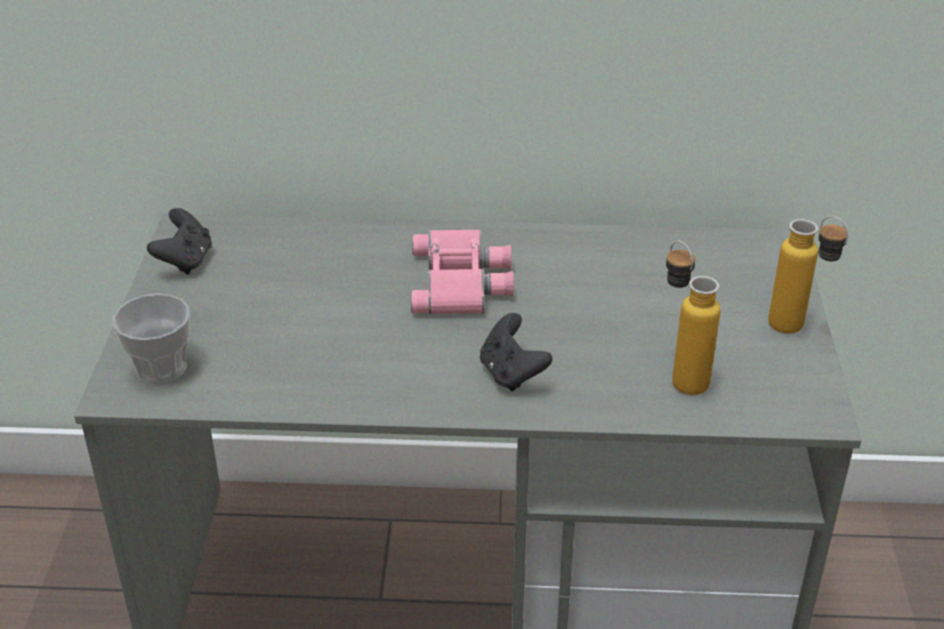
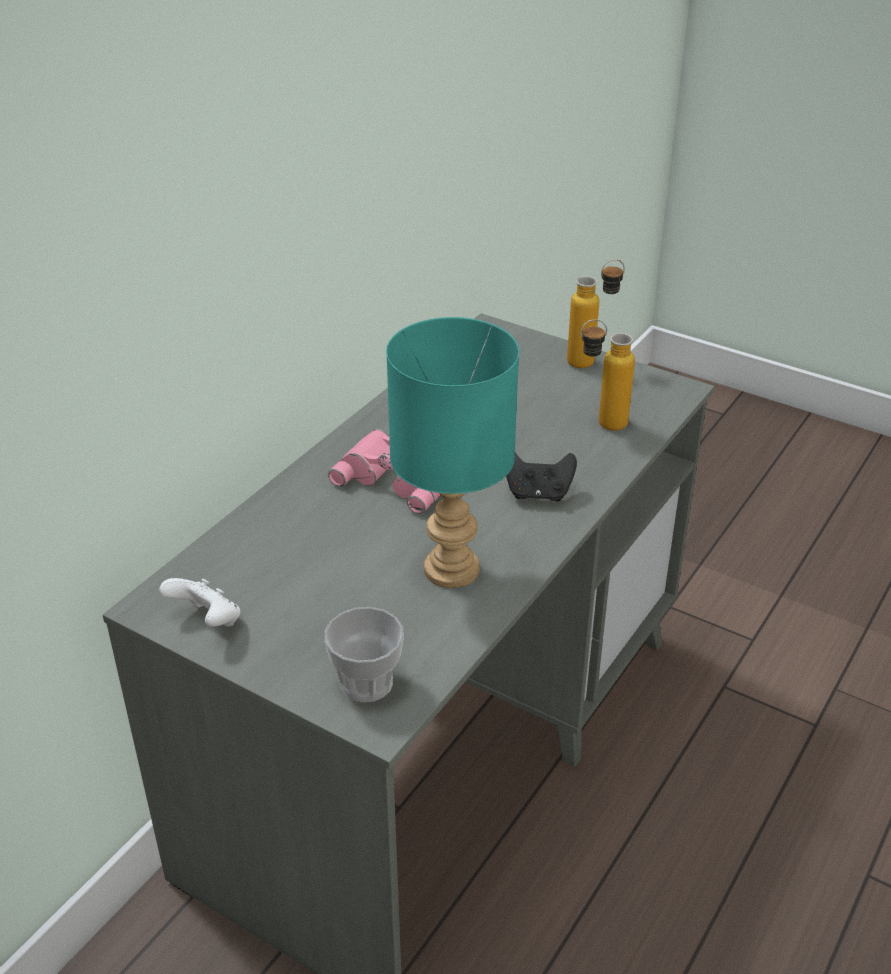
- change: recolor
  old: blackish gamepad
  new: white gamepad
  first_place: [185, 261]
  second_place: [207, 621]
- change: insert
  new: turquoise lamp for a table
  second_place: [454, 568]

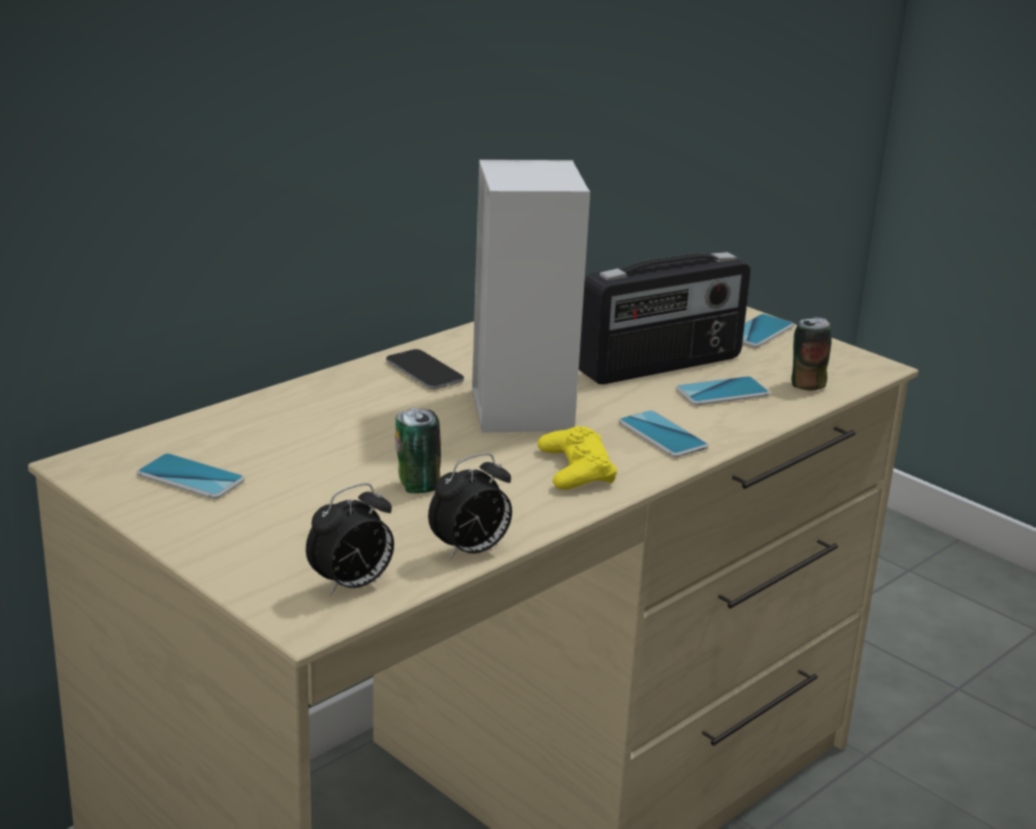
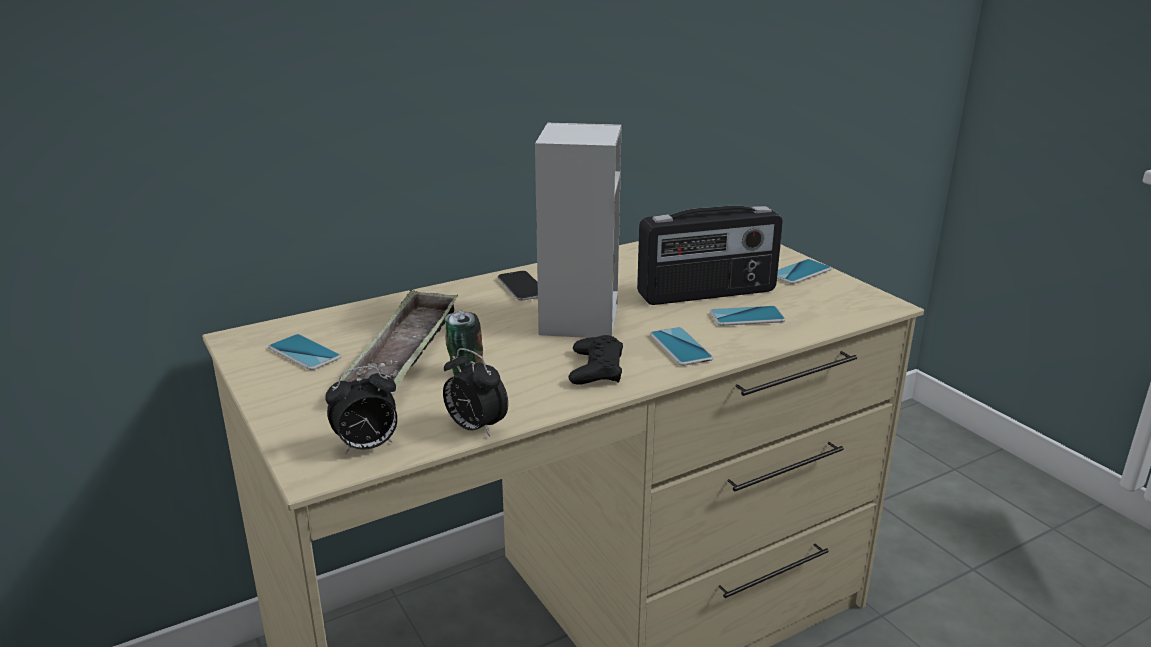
- change: rotate
  old: table clock
  first_place: [470, 551]
  second_place: [475, 428]
  degrees: 60
- change: recolor
  old: yellowish gamepad
  new: blackish gamepad
  first_place: [575, 469]
  second_place: [596, 368]
- change: delete
  old: sealed can
  first_place: [807, 385]
- change: insert
  new: carrying tray
  second_place: [404, 354]

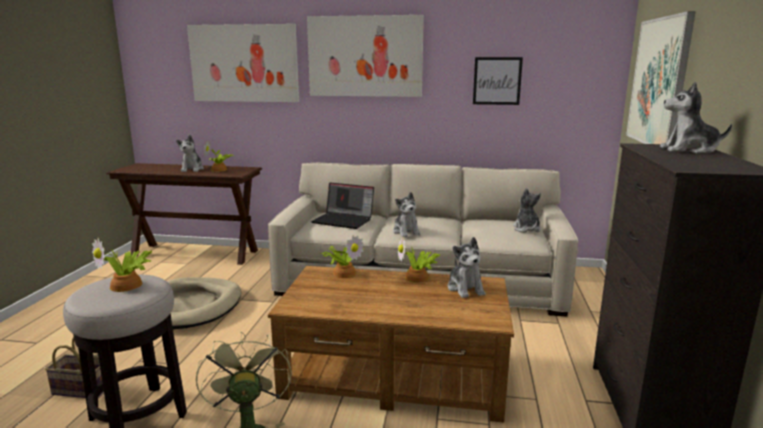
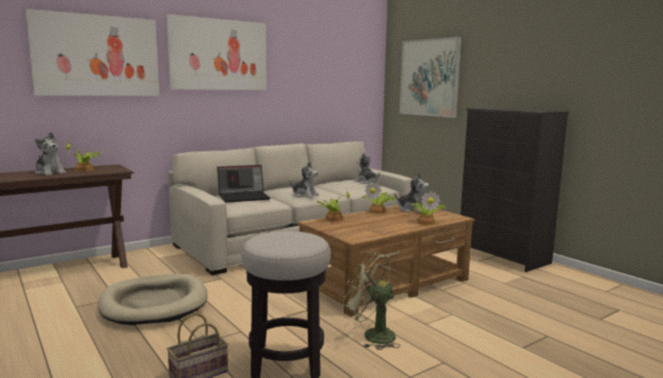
- change: move
  old: houseplant
  first_place: [128, 285]
  second_place: [426, 222]
- change: delete
  old: picture
  first_place: [497, 81]
- change: delete
  old: plush toy
  first_place: [689, 150]

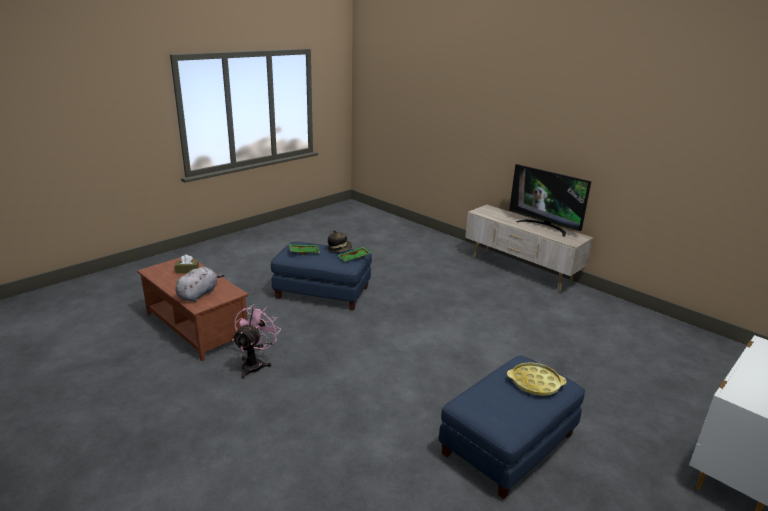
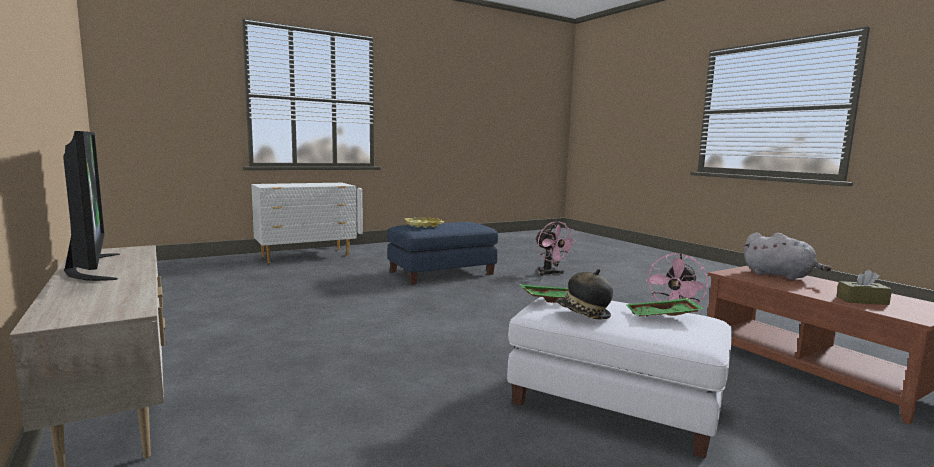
- change: rotate
  old: grey plush toy
  first_place: [199, 294]
  second_place: [780, 276]
  degrees: -90
- change: recolor
  old: blue-coloured ottoman
  new: white ottoman
  first_place: [323, 292]
  second_place: [612, 403]
- change: insert
  new: pink-coloured electric fan
  second_place: [550, 274]

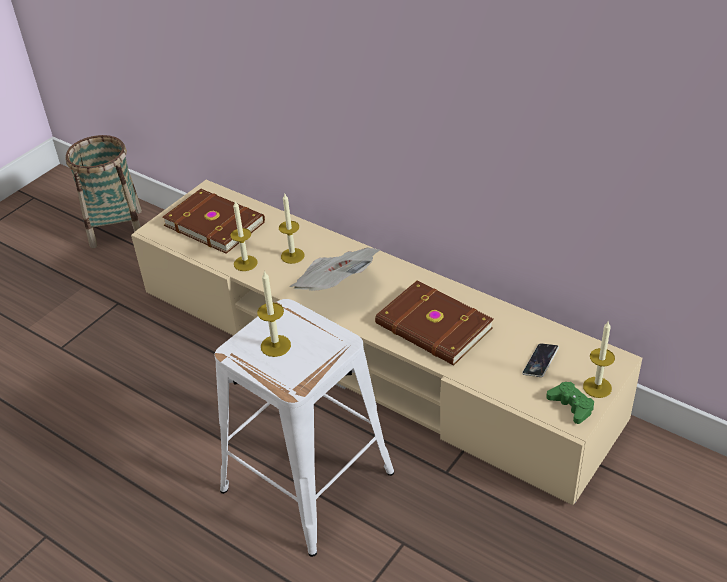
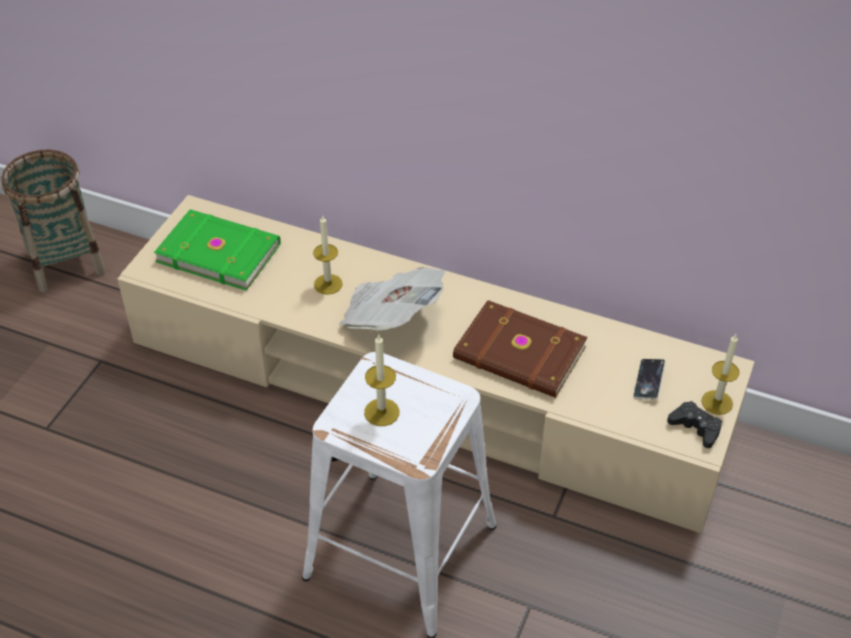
- change: recolor
  old: brownish book
  new: green book
  first_place: [215, 223]
  second_place: [219, 251]
- change: delete
  old: candle
  first_place: [245, 263]
- change: recolor
  old: green gamepad
  new: blackish gamepad
  first_place: [571, 406]
  second_place: [695, 428]

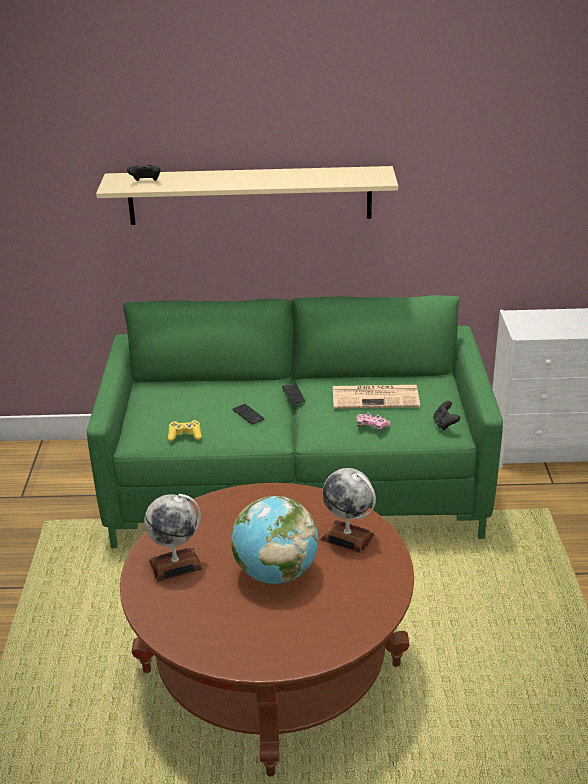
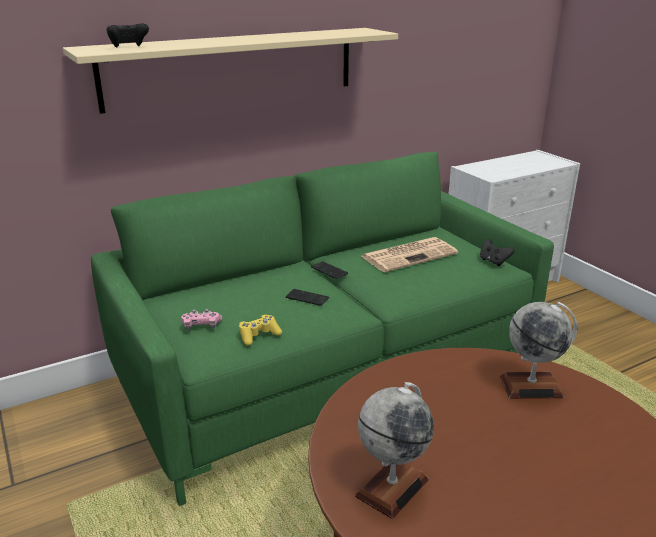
- change: delete
  old: world globe
  first_place: [276, 573]
- change: move
  old: pink-coloured gamepad
  first_place: [372, 427]
  second_place: [201, 326]

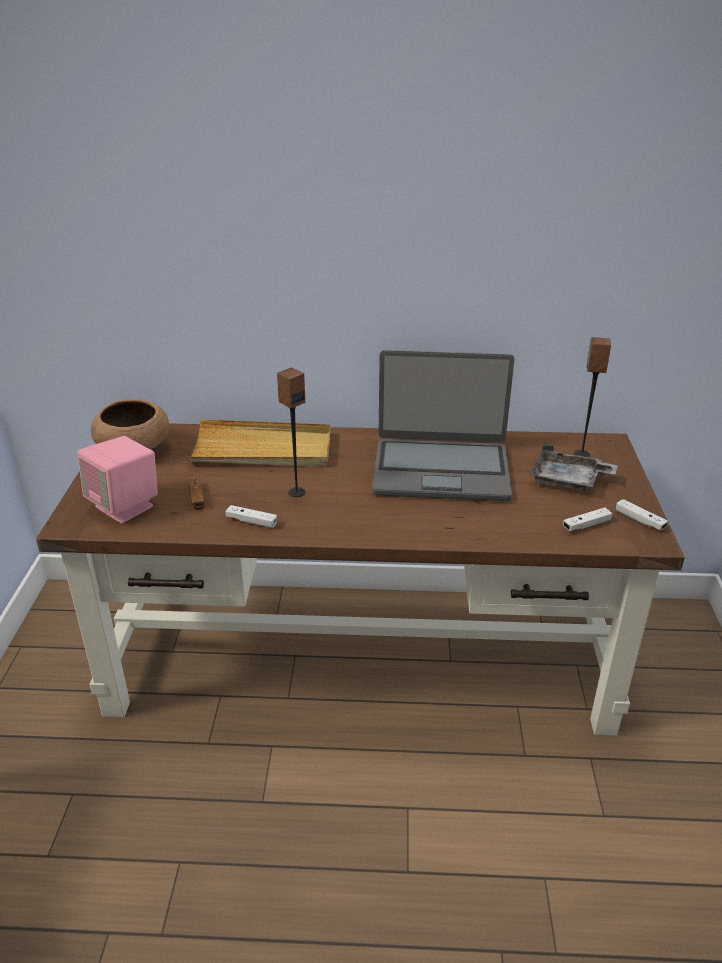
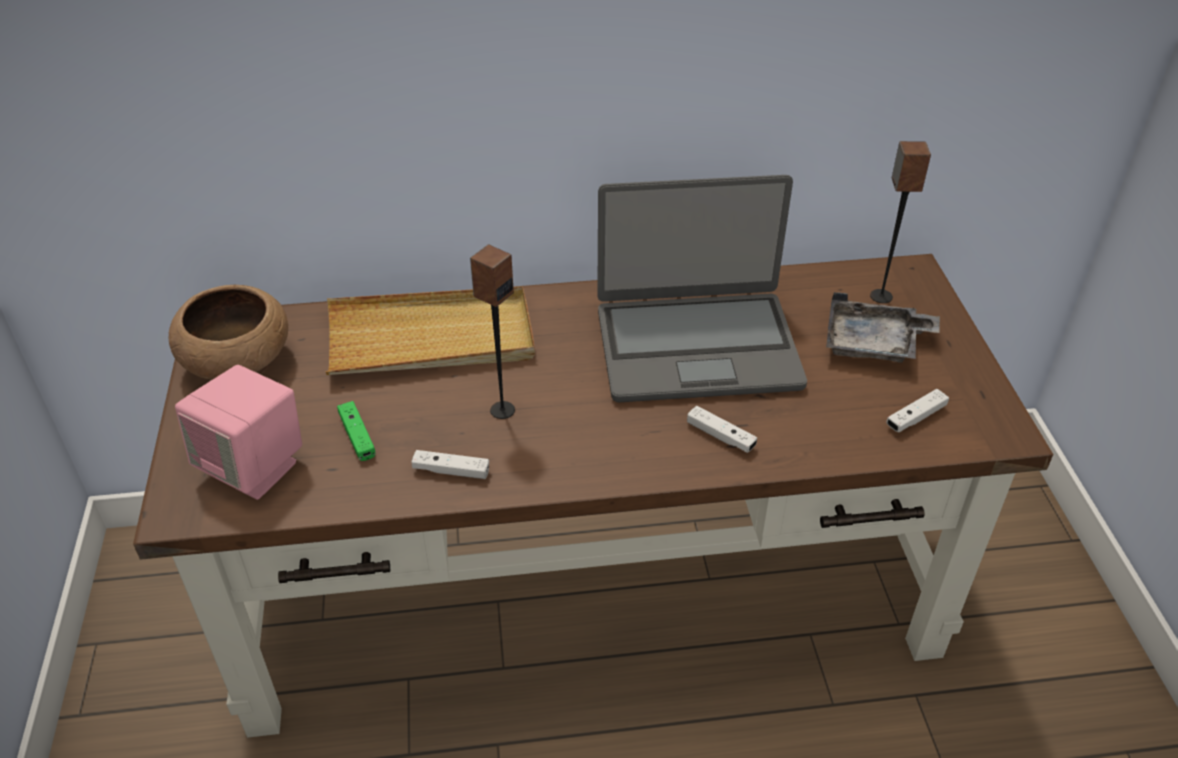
- change: recolor
  old: brownish gamepad
  new: green gamepad
  first_place: [196, 497]
  second_place: [357, 436]
- change: move
  old: white gamepad
  first_place: [639, 520]
  second_place: [720, 436]

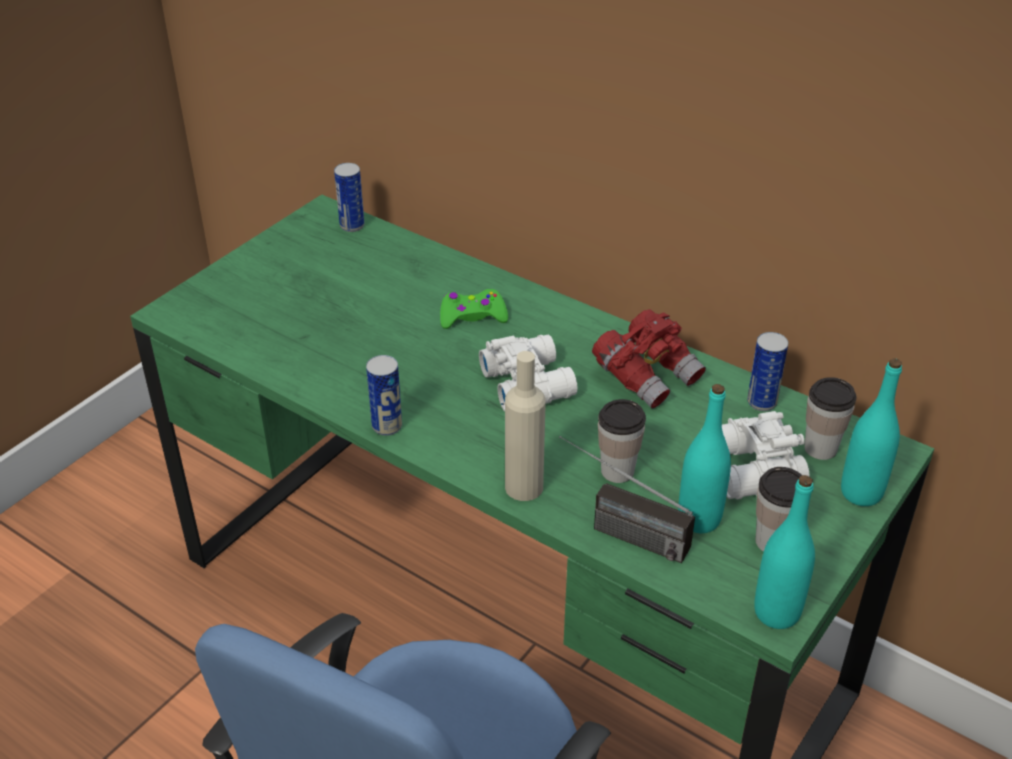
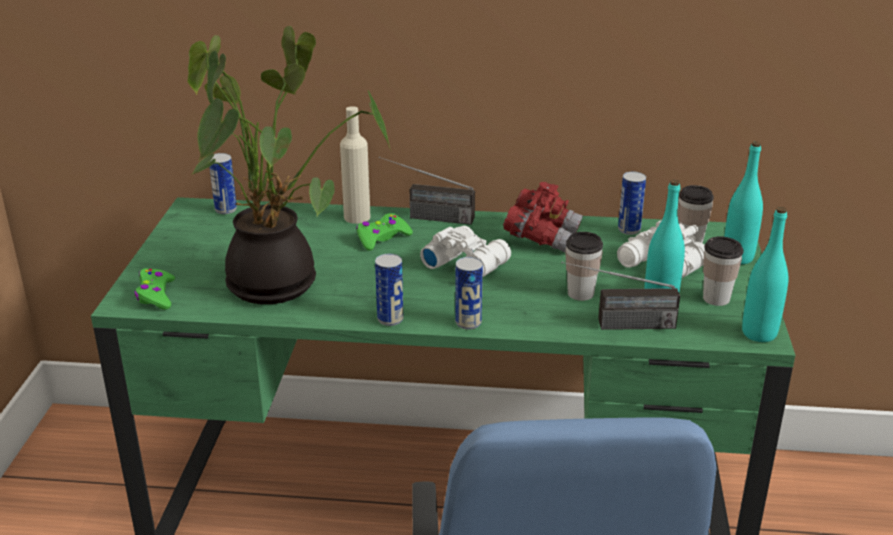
- change: move
  old: beige-coloured drink bottle
  first_place: [524, 487]
  second_place: [357, 217]
- change: insert
  new: green gamepad
  second_place: [156, 295]
- change: insert
  new: houseplant
  second_place: [280, 283]
- change: insert
  new: radio
  second_place: [425, 217]
- change: insert
  new: sealed can
  second_place: [468, 323]

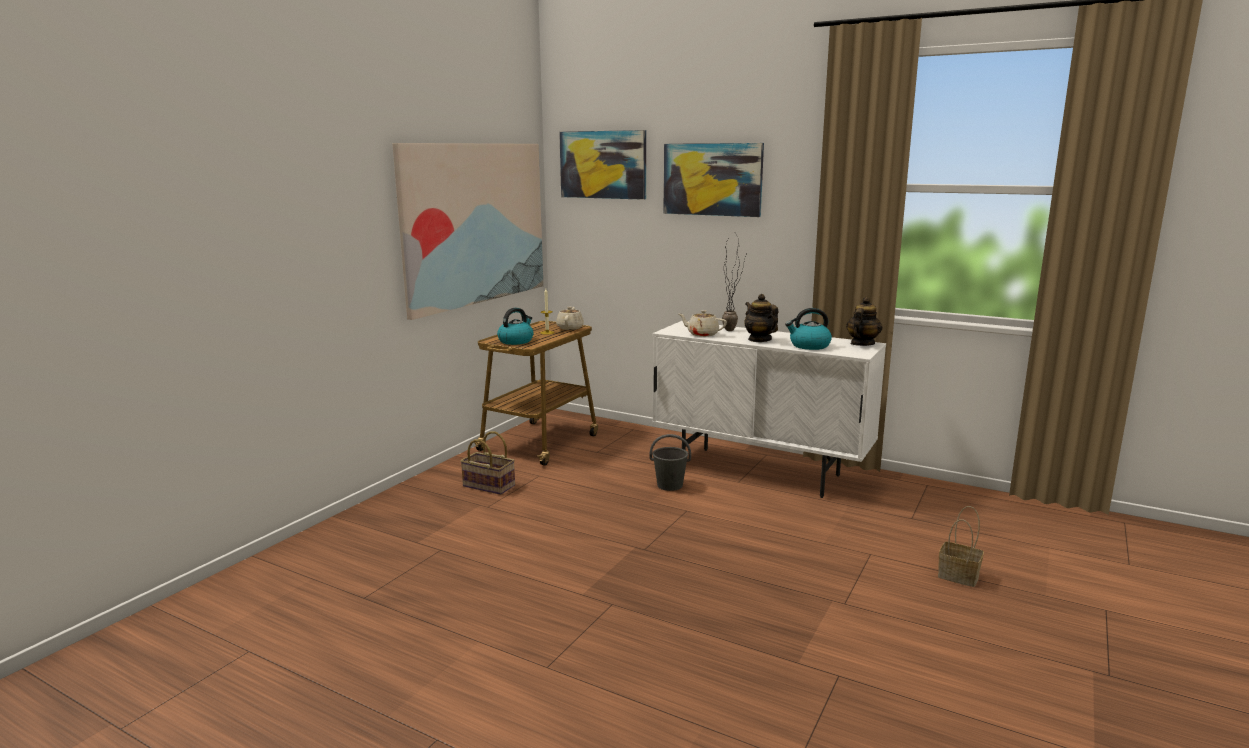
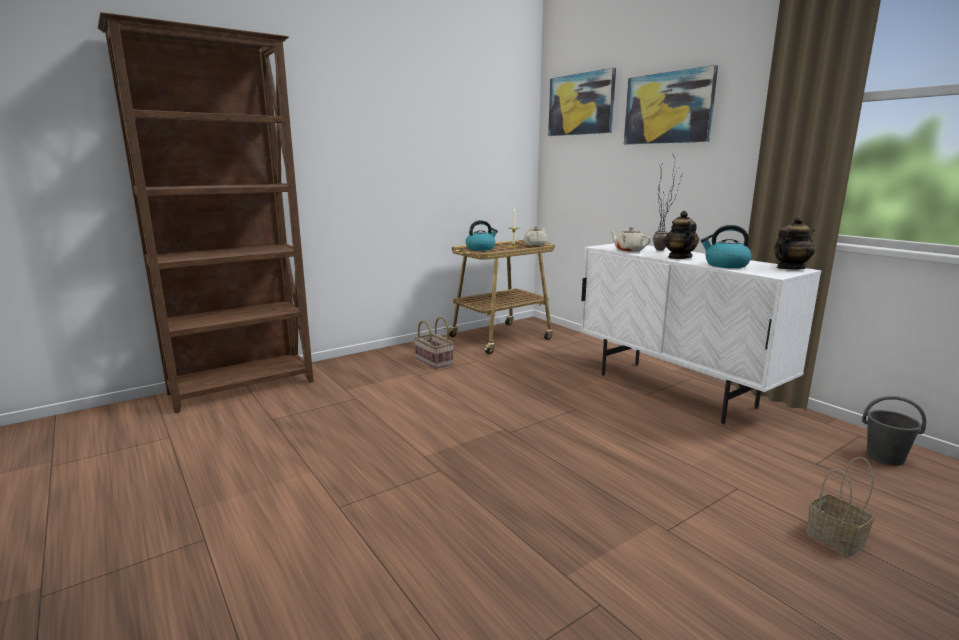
- change: delete
  old: picture
  first_place: [475, 224]
- change: move
  old: grey water bucket
  first_place: [669, 485]
  second_place: [884, 457]
- change: insert
  new: brownish shelving unit
  second_place: [244, 388]

